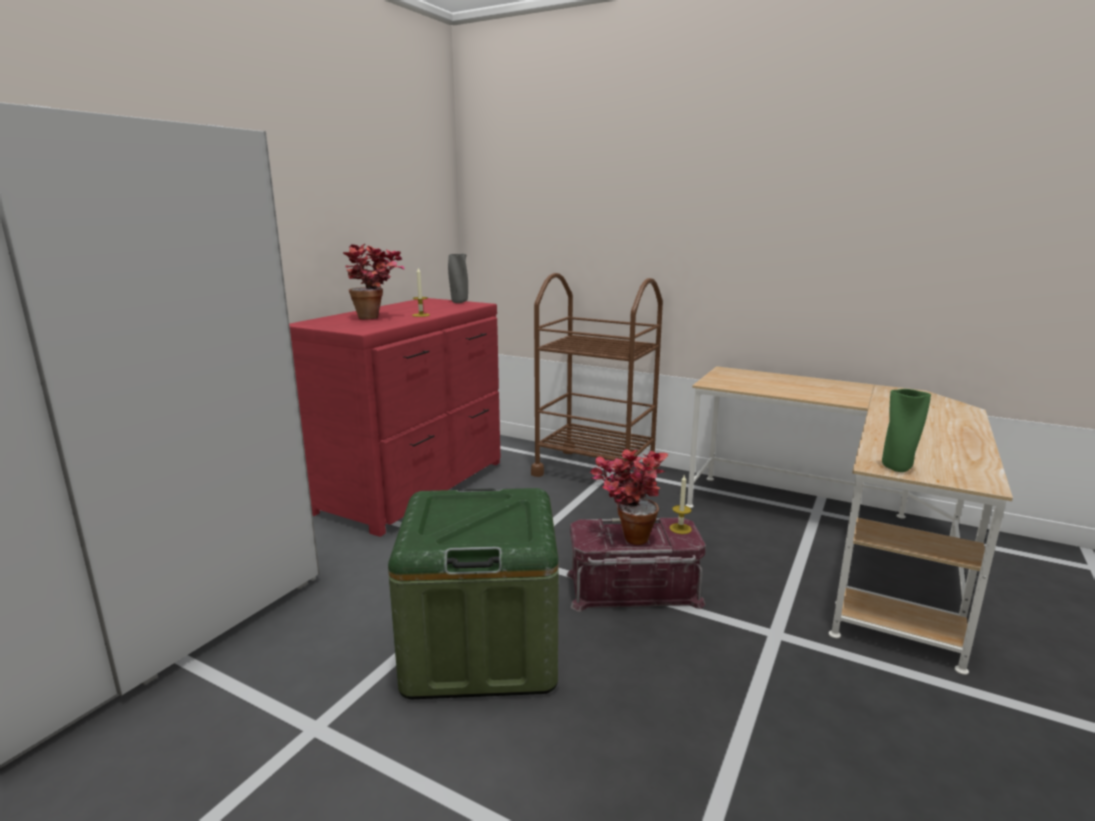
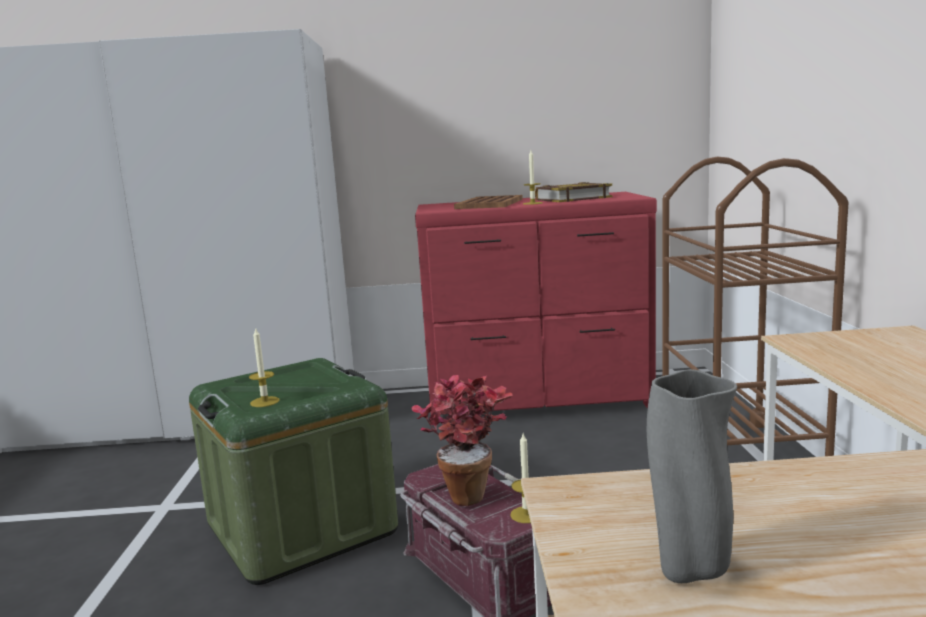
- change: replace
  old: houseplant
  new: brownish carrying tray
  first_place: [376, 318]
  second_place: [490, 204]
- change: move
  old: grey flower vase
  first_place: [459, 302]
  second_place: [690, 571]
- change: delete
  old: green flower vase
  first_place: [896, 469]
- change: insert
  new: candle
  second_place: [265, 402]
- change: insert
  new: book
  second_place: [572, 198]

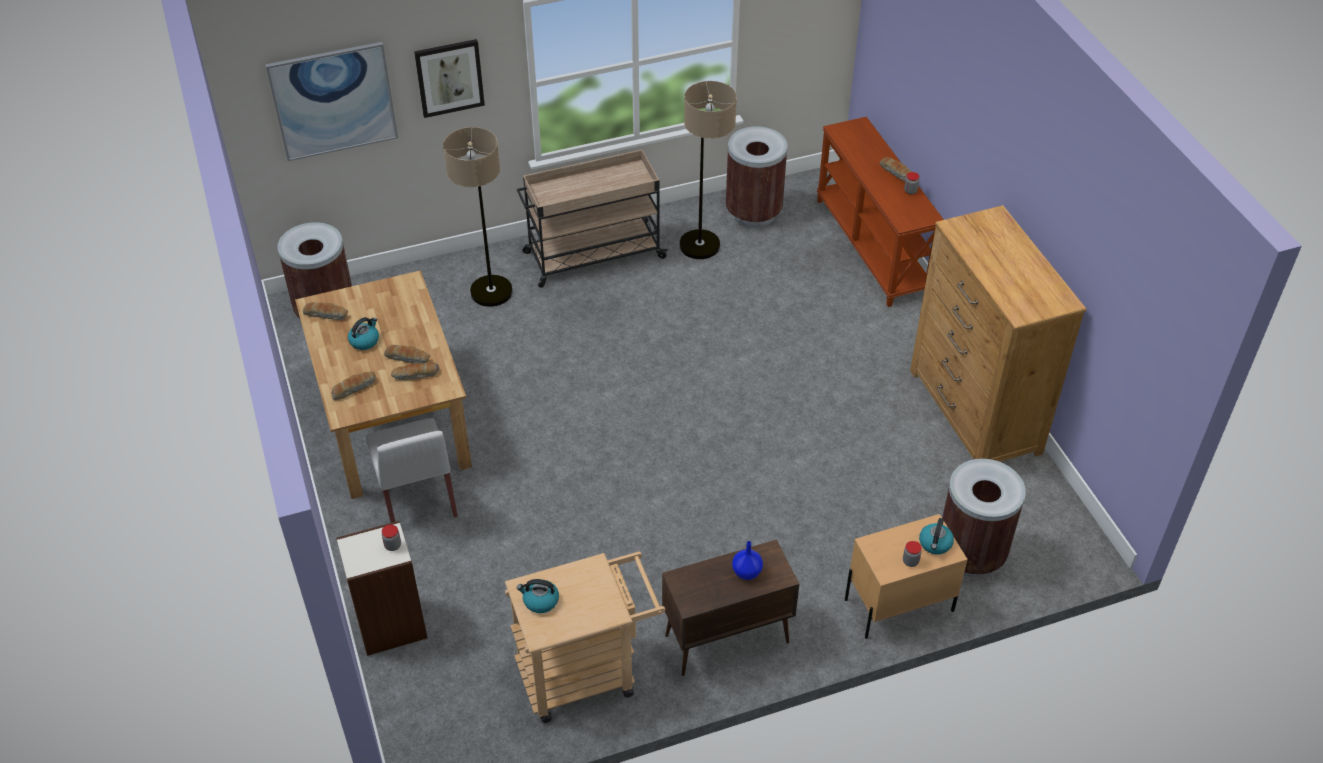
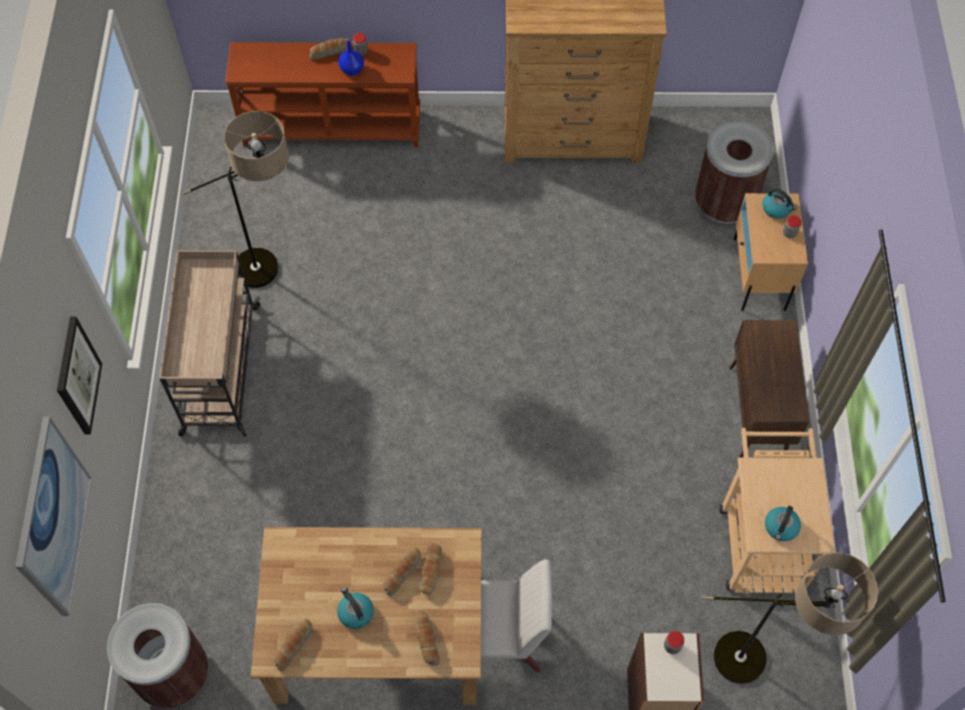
- change: move
  old: floor lamp
  first_place: [490, 304]
  second_place: [760, 664]
- change: delete
  old: brownish rubbish bin
  first_place: [753, 212]
- change: move
  old: blue-coloured flower vase
  first_place: [747, 572]
  second_place: [352, 69]

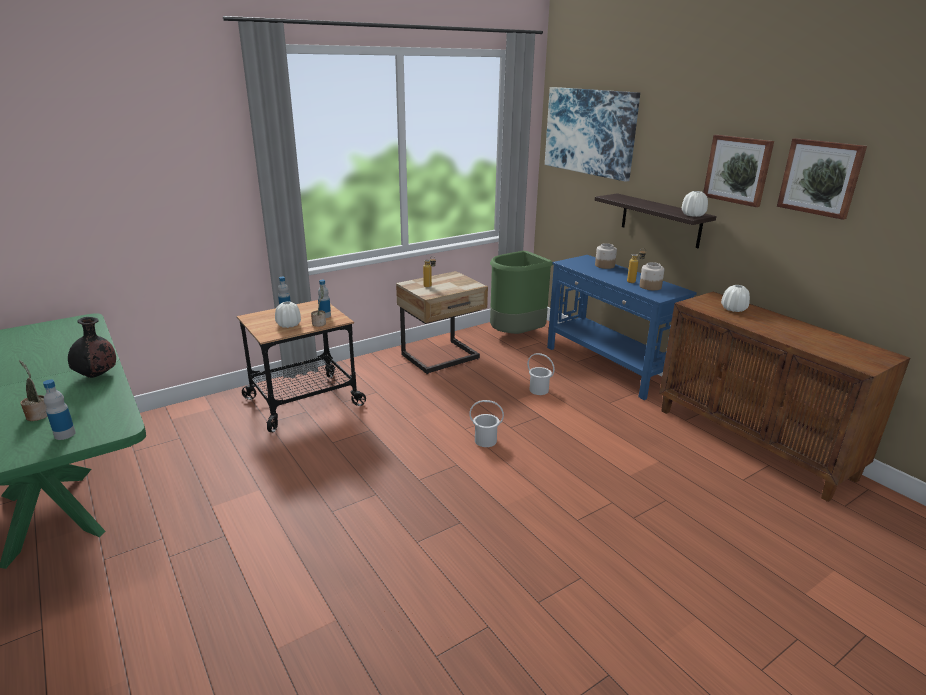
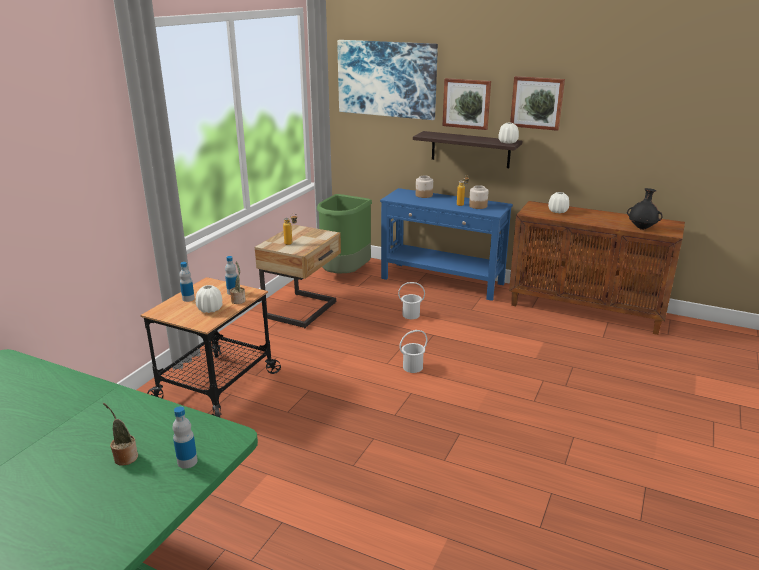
- change: move
  old: blackish flower vase
  first_place: [97, 376]
  second_place: [642, 228]
- change: move
  old: picture
  first_place: [820, 177]
  second_place: [466, 103]

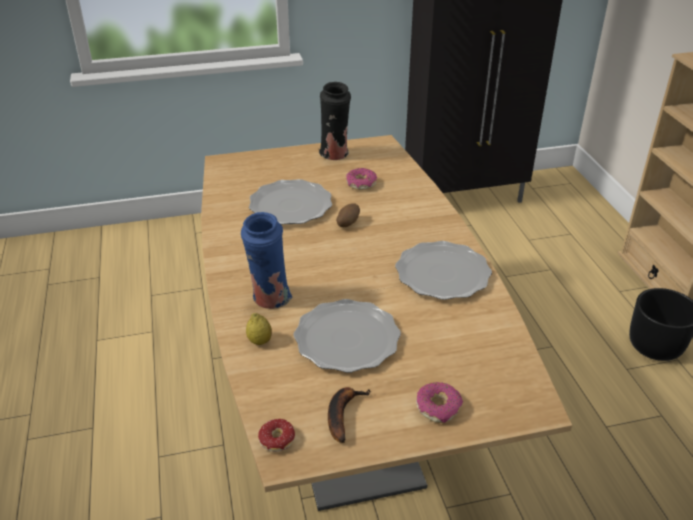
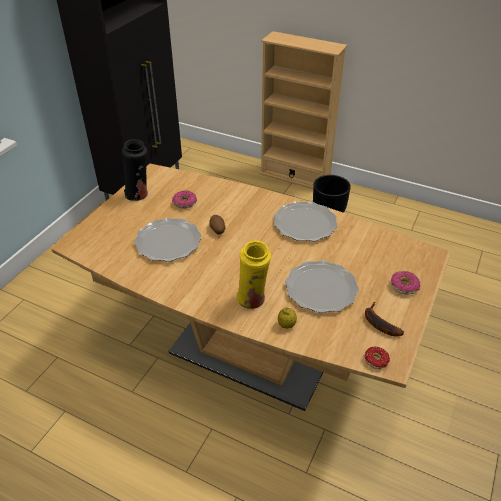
- change: recolor
  old: blue-coloured flower vase
  new: yellowish flower vase
  first_place: [270, 300]
  second_place: [253, 301]

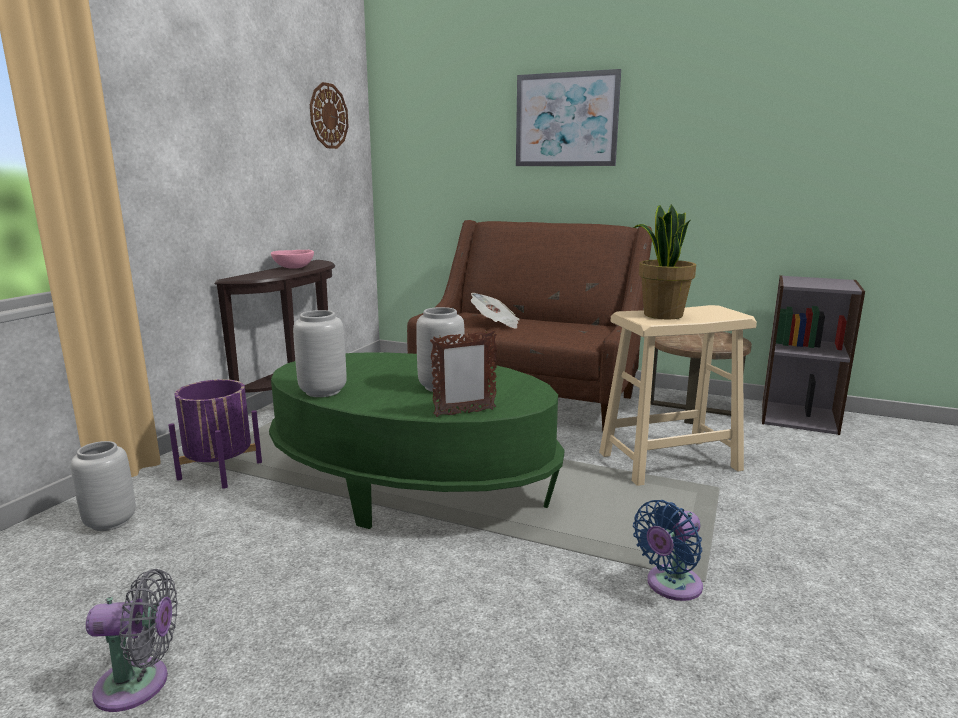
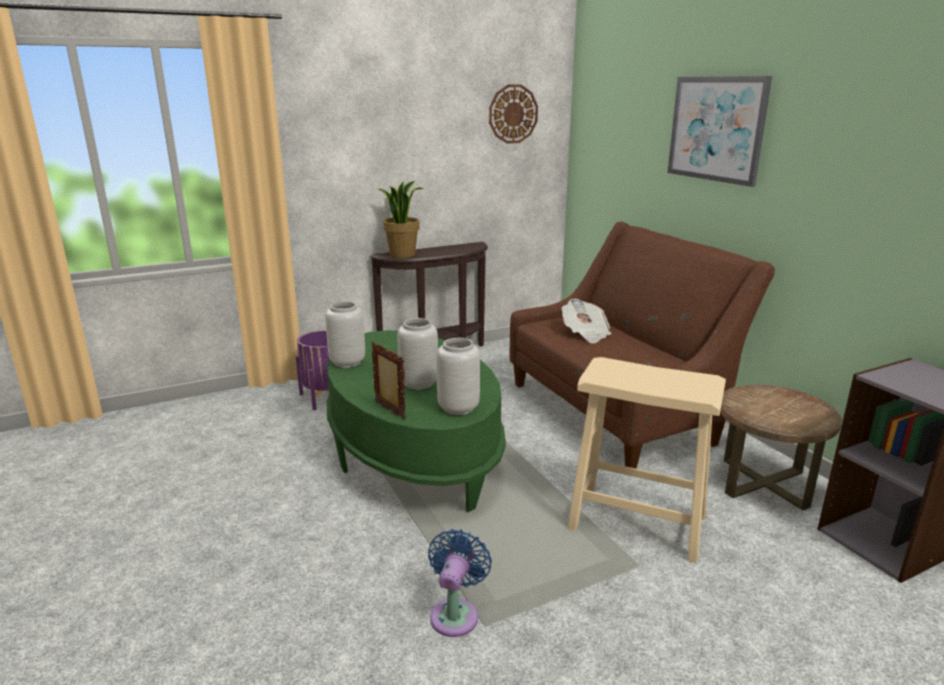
- change: move
  old: grey flower vase
  first_place: [112, 521]
  second_place: [459, 408]
- change: delete
  old: grey electric fan
  first_place: [139, 684]
- change: delete
  old: pink-coloured serving bowl
  first_place: [294, 268]
- change: rotate
  old: picture frame
  first_place: [464, 413]
  second_place: [390, 411]
  degrees: -150
- change: rotate
  old: blue-coloured electric fan
  first_place: [670, 586]
  second_place: [456, 613]
  degrees: 105
- change: move
  old: houseplant
  first_place: [662, 315]
  second_place: [402, 254]

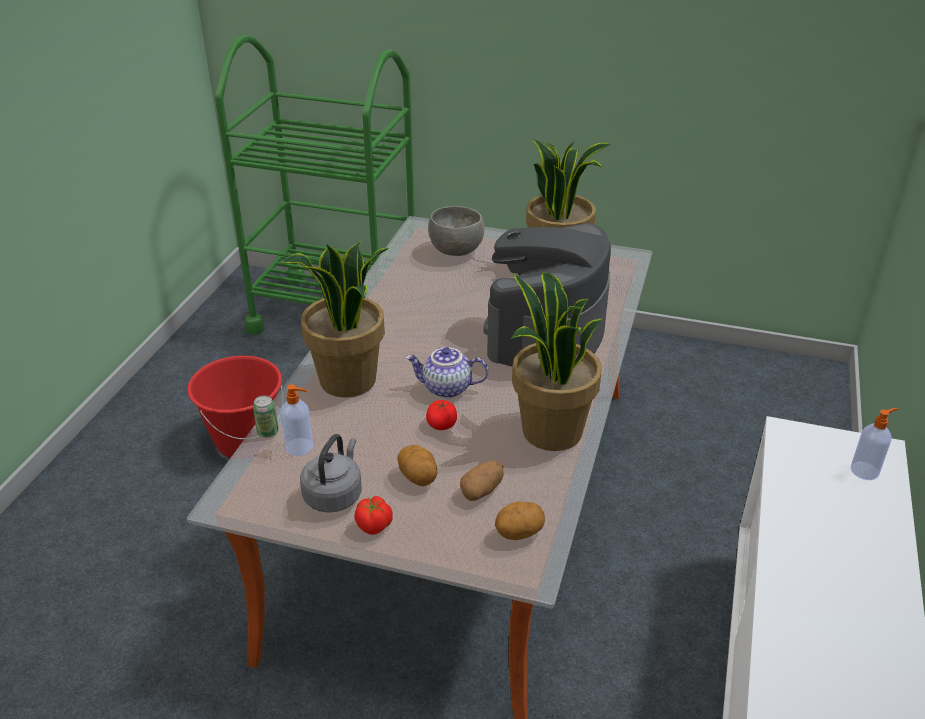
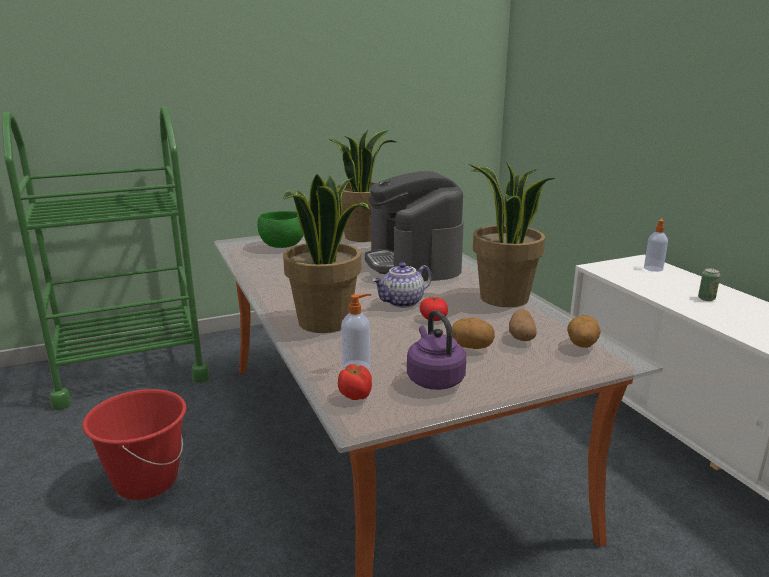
- change: move
  old: sealed can
  first_place: [268, 432]
  second_place: [706, 299]
- change: recolor
  old: grey kettle
  new: purple kettle
  first_place: [334, 495]
  second_place: [434, 379]
- change: move
  old: whole tomato
  first_place: [374, 526]
  second_place: [355, 395]
- change: recolor
  old: grey serving bowl
  new: green serving bowl
  first_place: [457, 251]
  second_place: [283, 246]

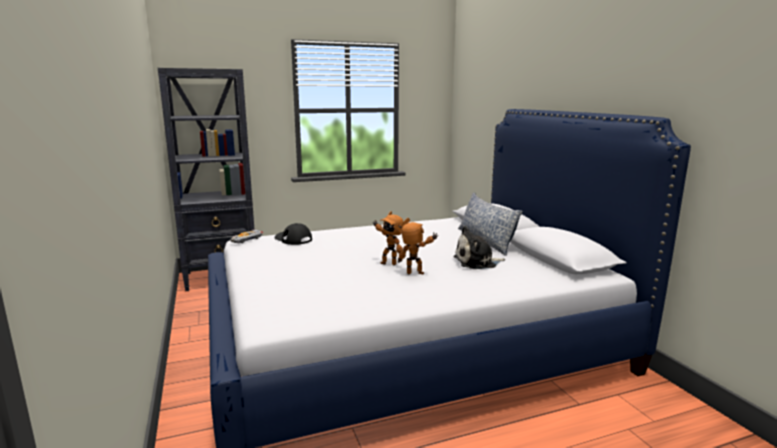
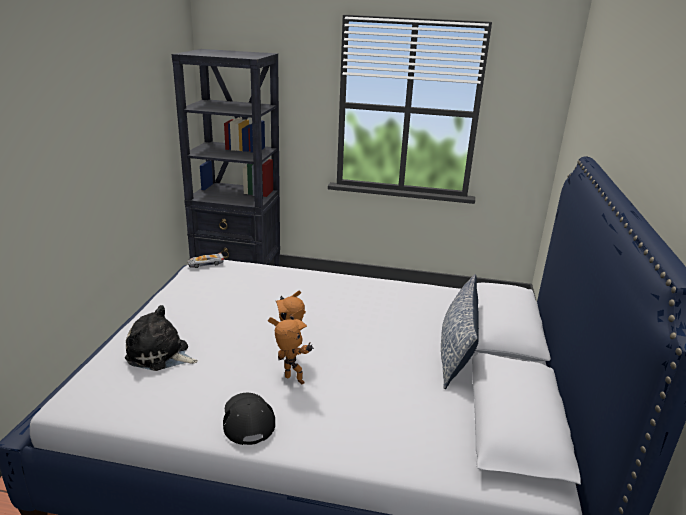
- change: move
  old: blackish peaked cap
  first_place: [293, 239]
  second_place: [248, 419]
- change: move
  old: plush toy
  first_place: [477, 262]
  second_place: [160, 355]

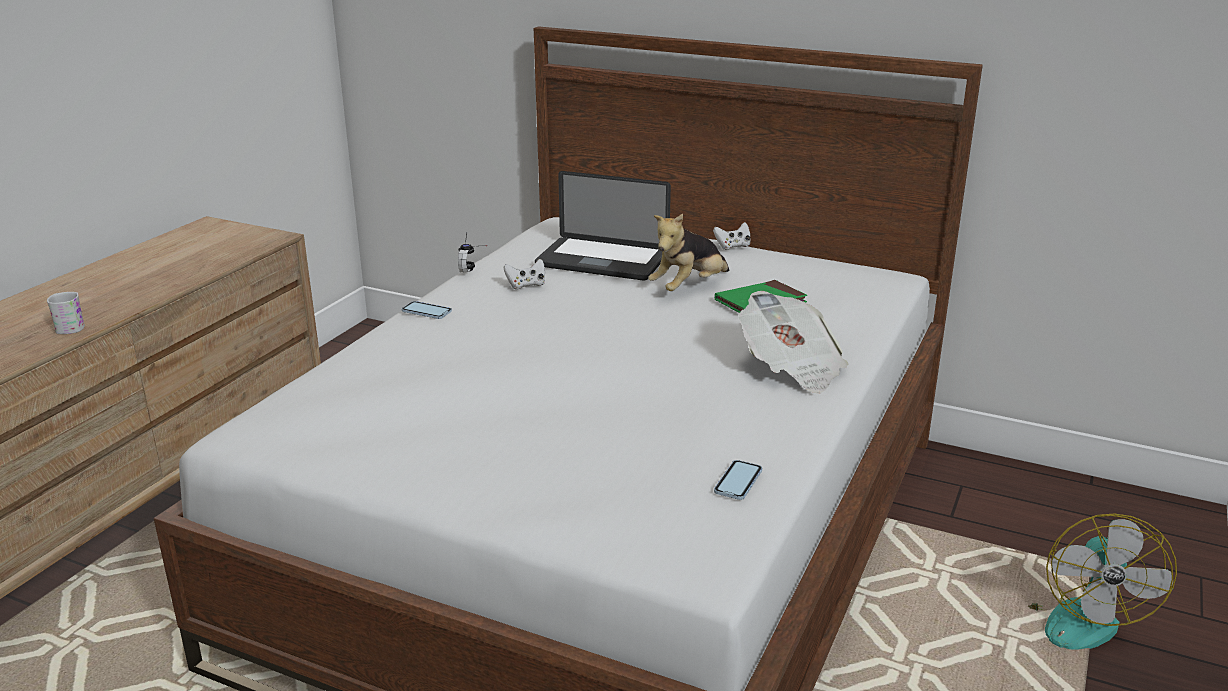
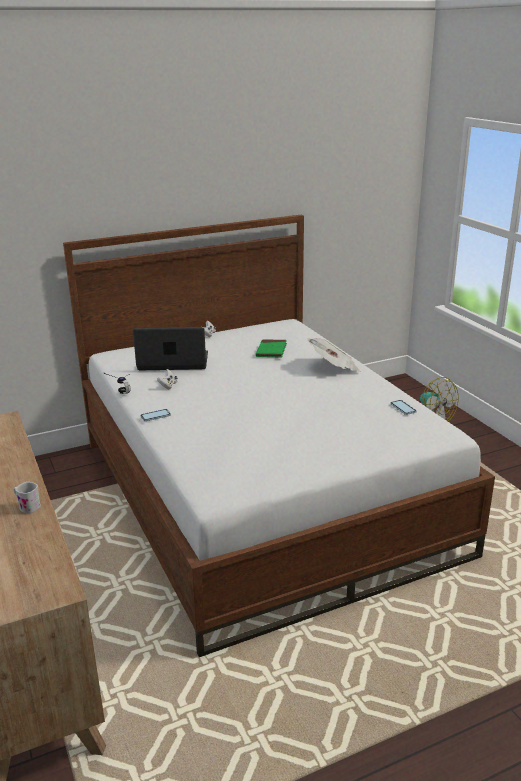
- change: rotate
  old: notebook computer
  first_place: [602, 261]
  second_place: [173, 362]
  degrees: -150
- change: delete
  old: plush toy
  first_place: [689, 287]

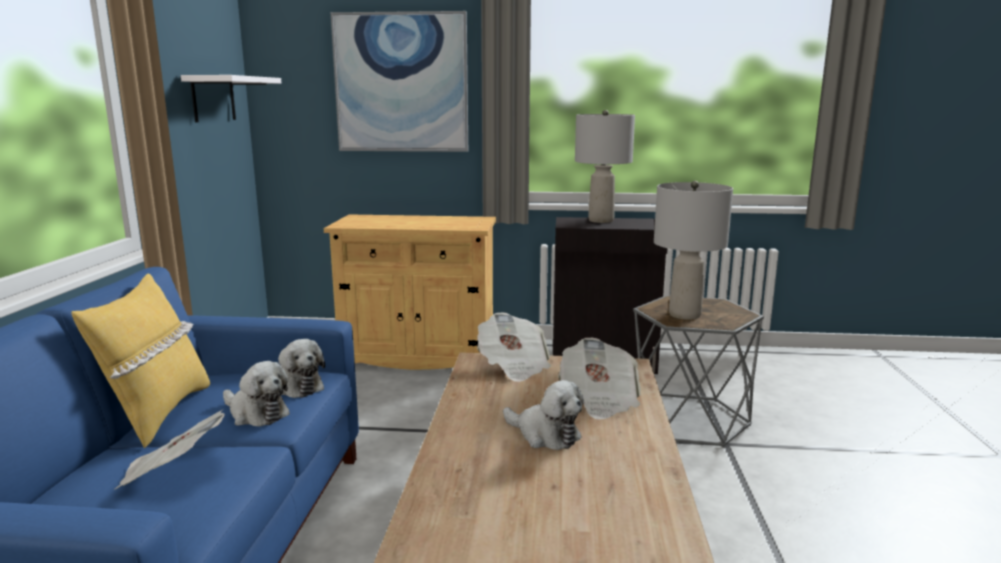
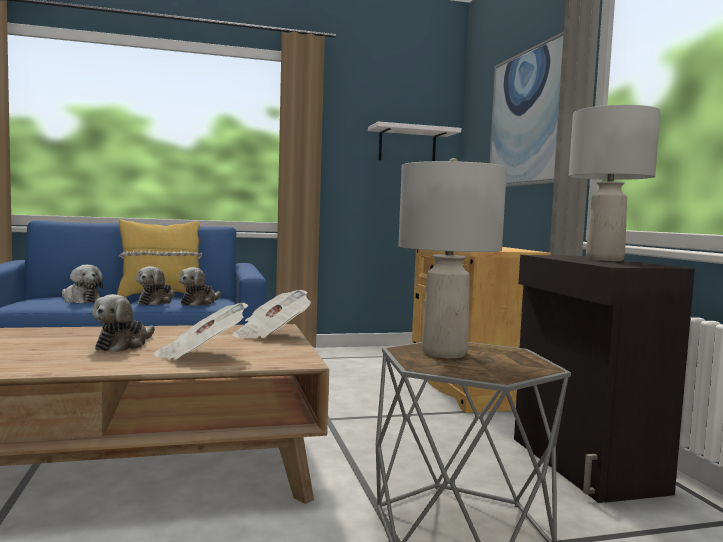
- change: replace
  old: daily paper
  new: plush toy
  first_place: [173, 474]
  second_place: [80, 300]

